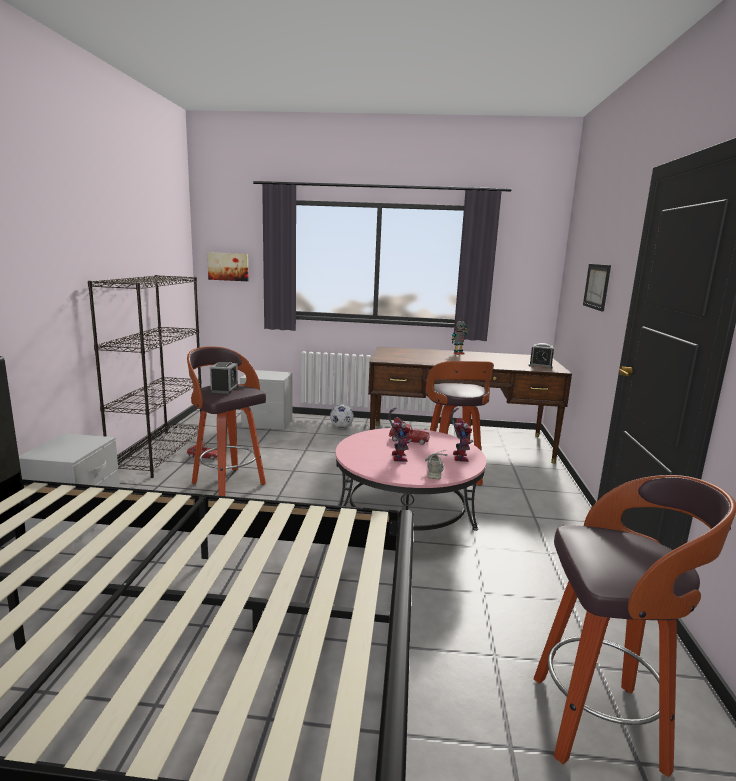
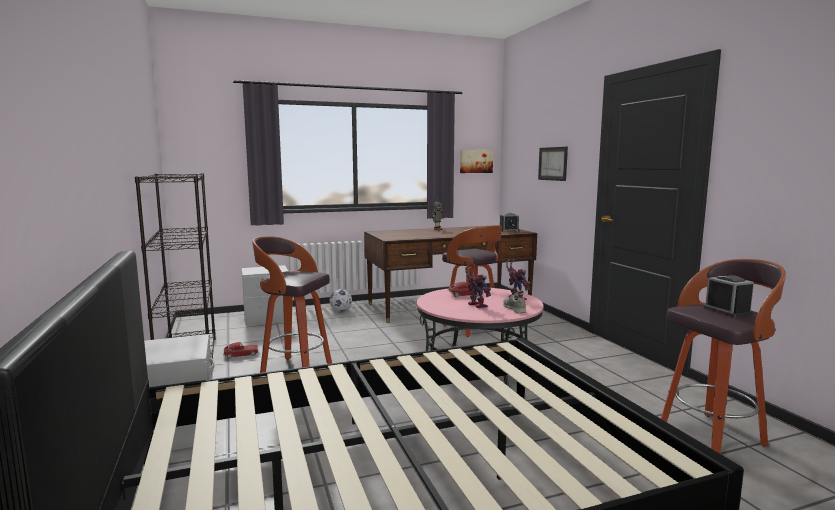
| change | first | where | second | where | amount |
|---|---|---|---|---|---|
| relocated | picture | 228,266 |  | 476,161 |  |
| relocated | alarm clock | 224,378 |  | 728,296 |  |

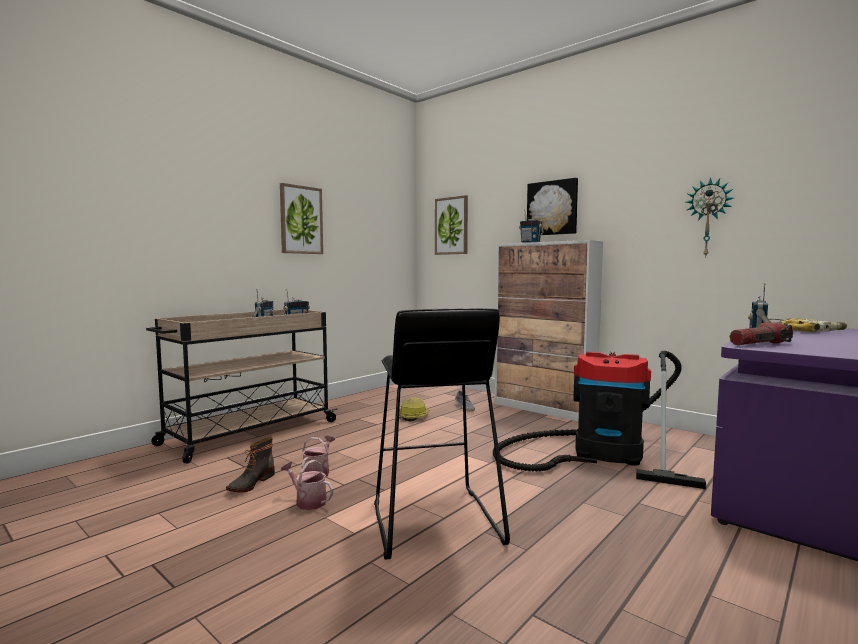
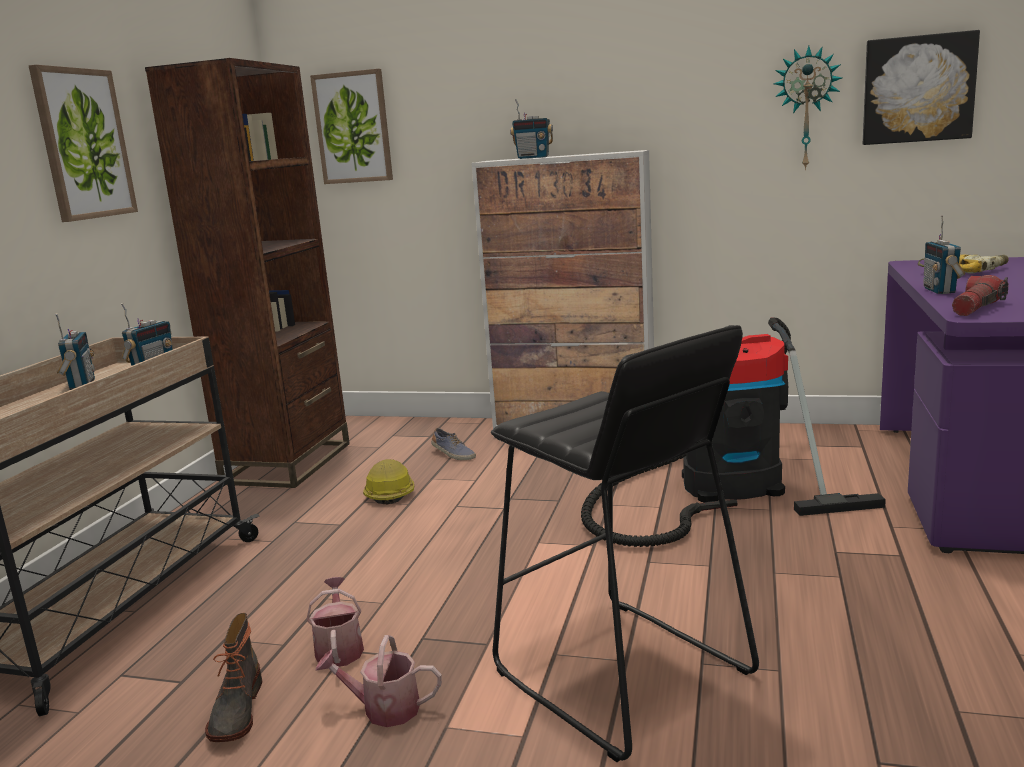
| change | first | where | second | where | amount |
|---|---|---|---|---|---|
| appeared |  |  | brown bookcase | 247,273 |  |
| relocated | picture | 552,206 |  | 921,87 |  |

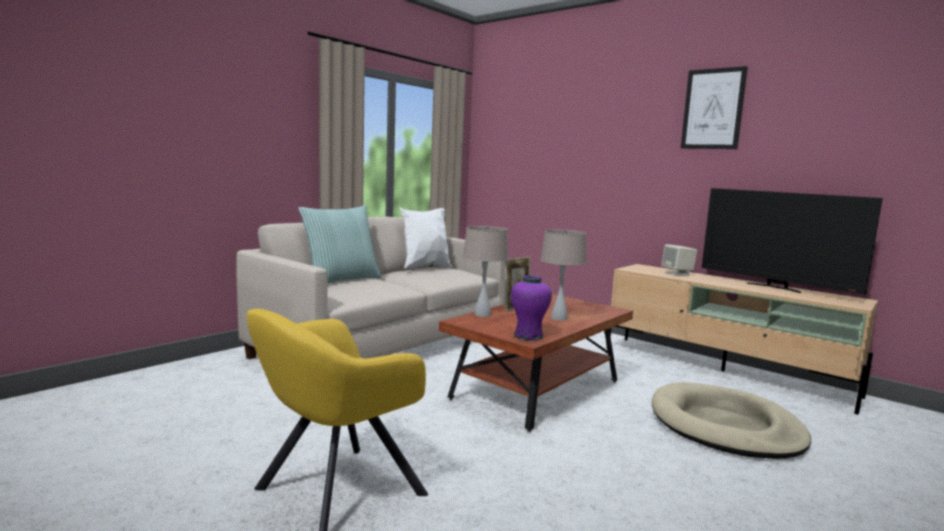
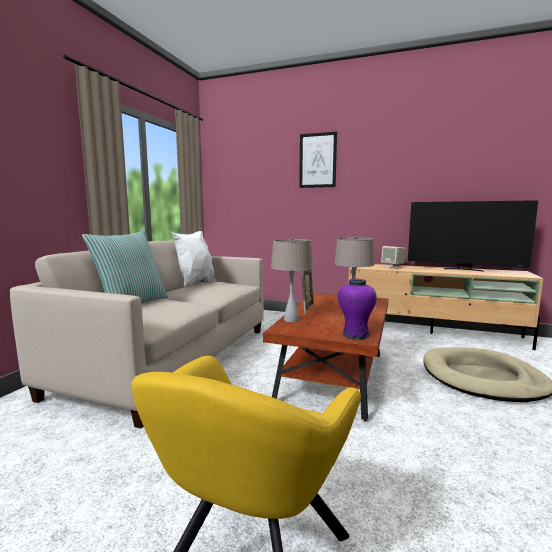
| change | first | where | second | where | amount |
|---|---|---|---|---|---|
| relocated | picture | 714,107 |  | 318,160 |  |

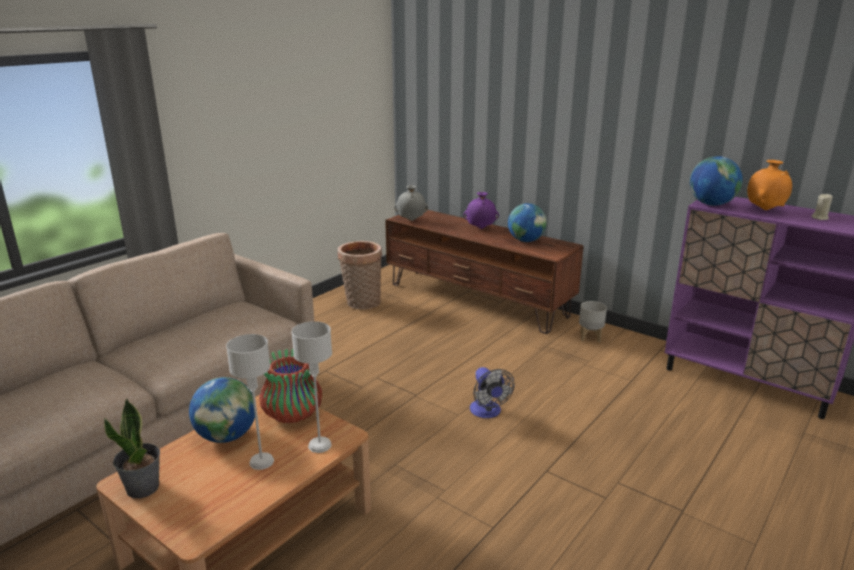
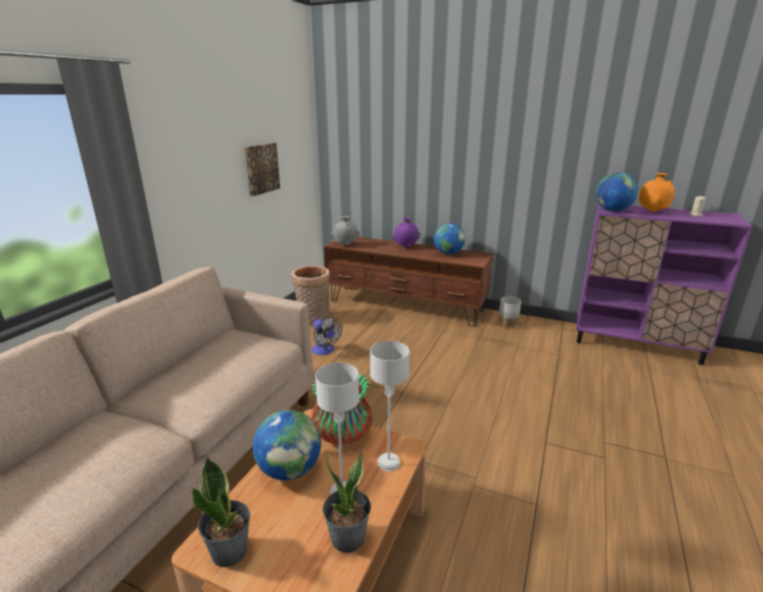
| change | first | where | second | where | amount |
|---|---|---|---|---|---|
| appeared |  |  | picture | 262,169 |  |
| relocated | fan | 492,392 |  | 327,336 |  |
| appeared |  |  | potted plant | 347,500 |  |

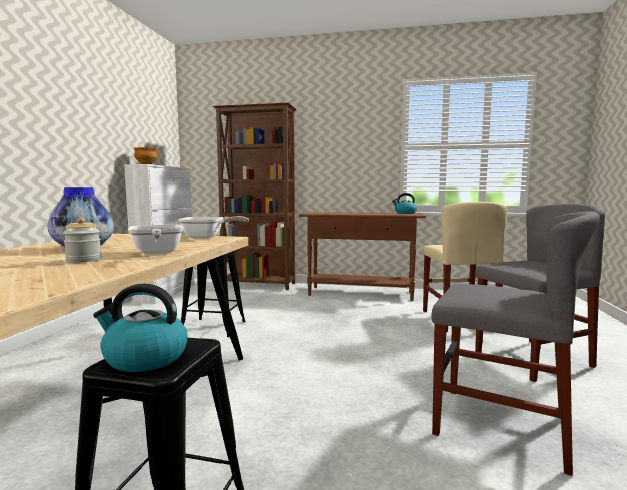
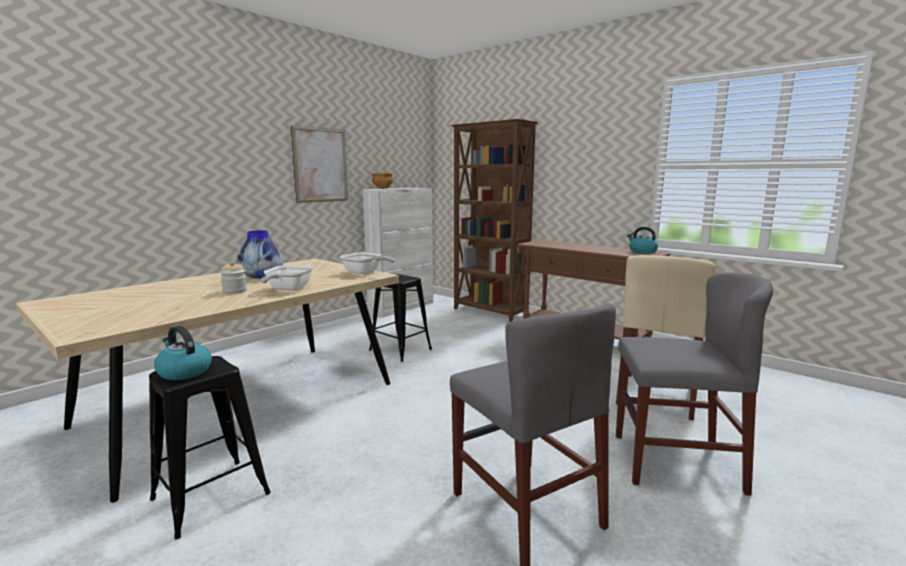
| change | first | where | second | where | amount |
|---|---|---|---|---|---|
| appeared |  |  | picture | 319,164 |  |

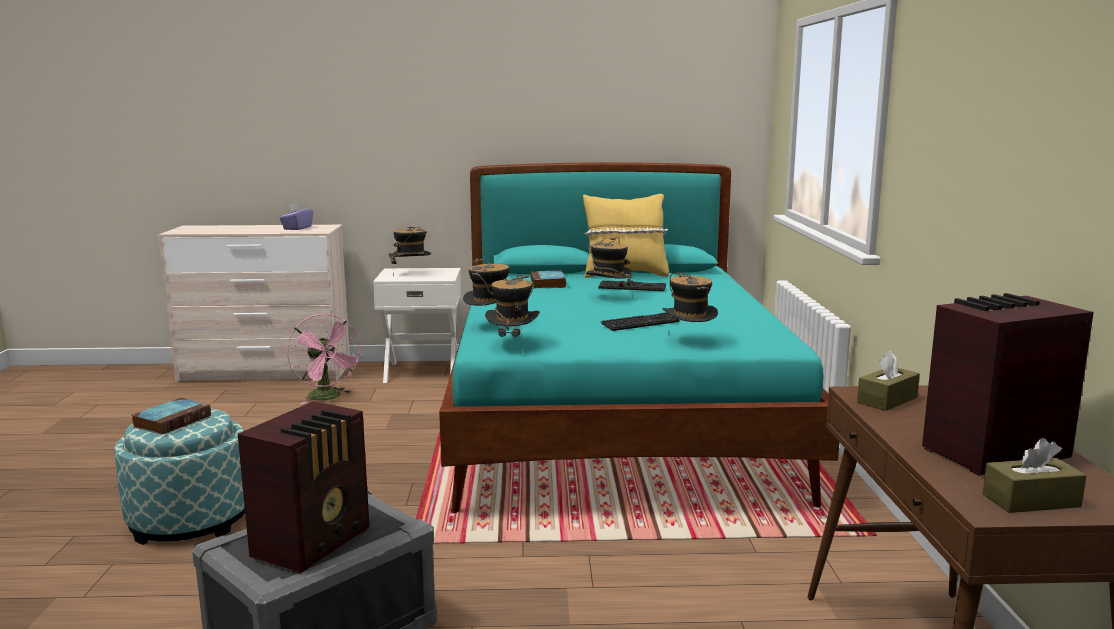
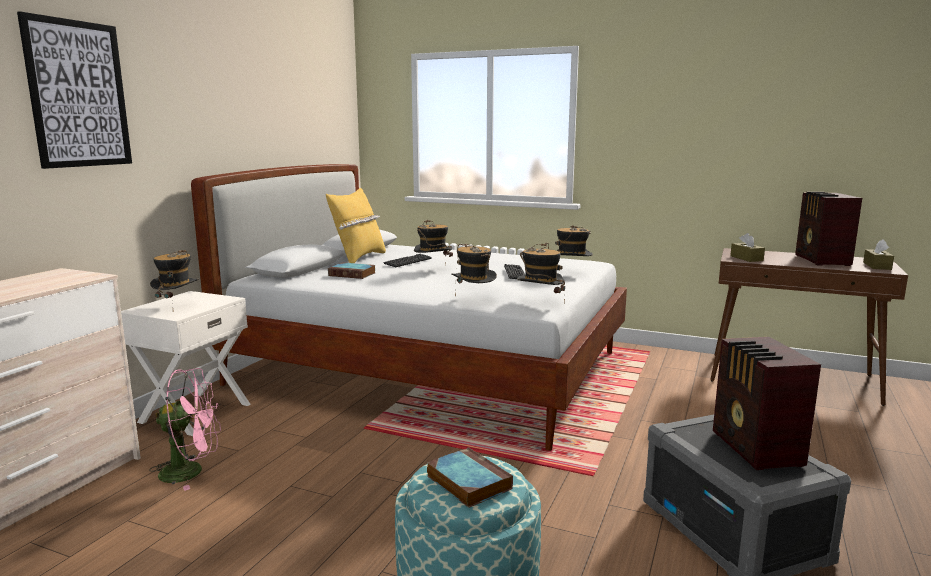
| change | first | where | second | where | amount |
|---|---|---|---|---|---|
| appeared |  |  | picture | 74,90 |  |
| colour | turquoise bed | 639,337 | white bed | 409,307 |  |
| spun | radio | 303,487 |  | 767,403 | 150 degrees counterclockwise |
| missing | purple tissue box | 296,216 |  |  |  |

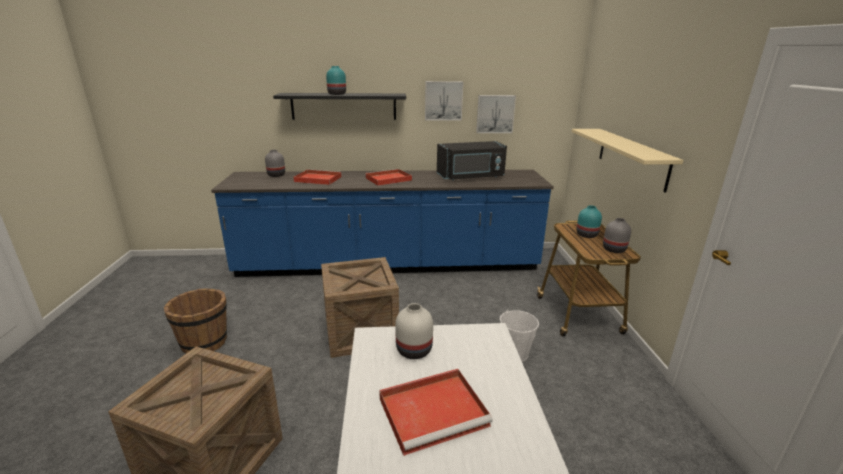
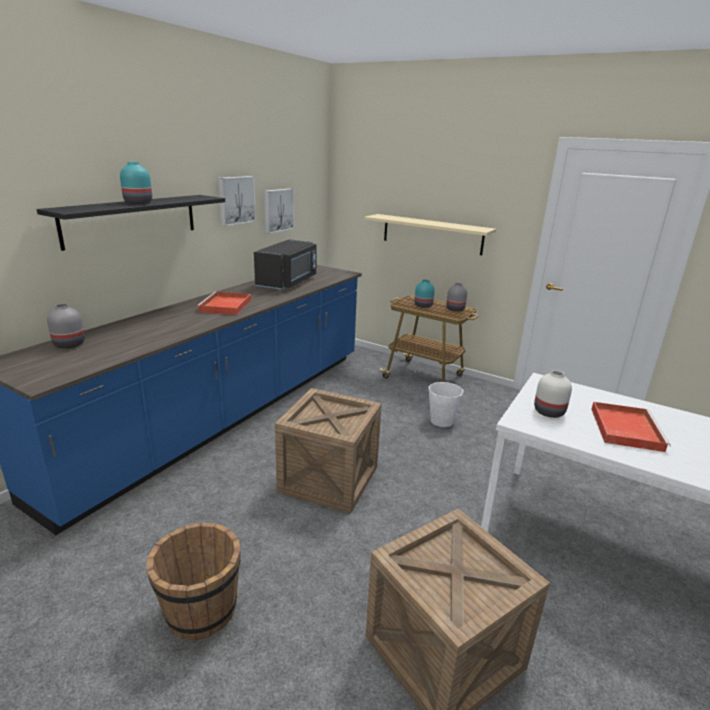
| change | first | where | second | where | amount |
|---|---|---|---|---|---|
| missing | red tray | 318,177 |  |  |  |

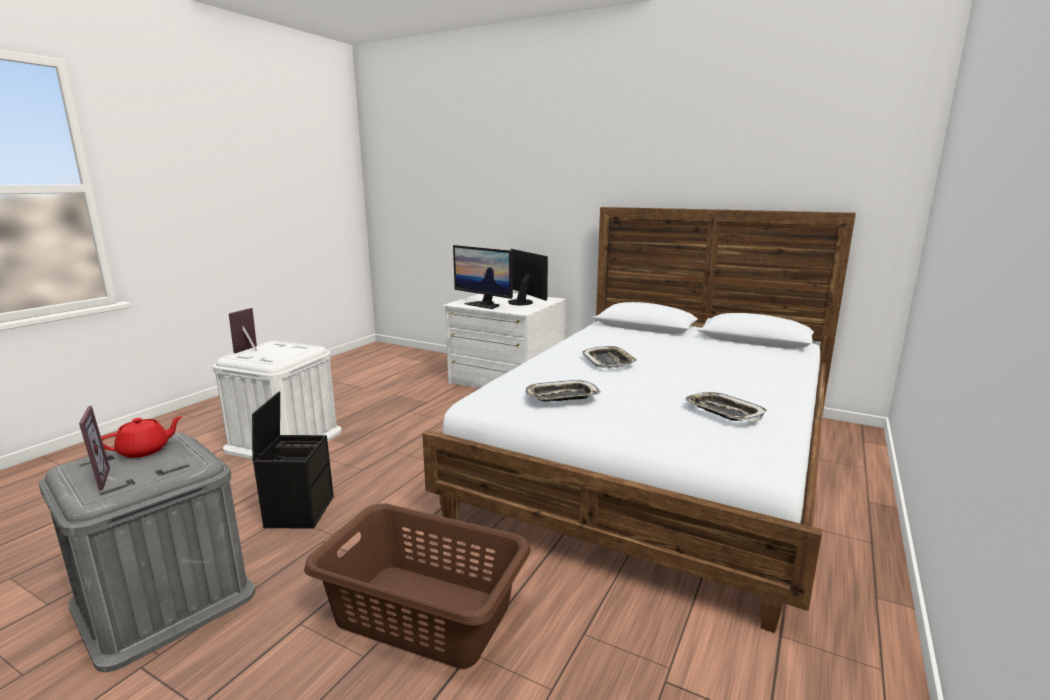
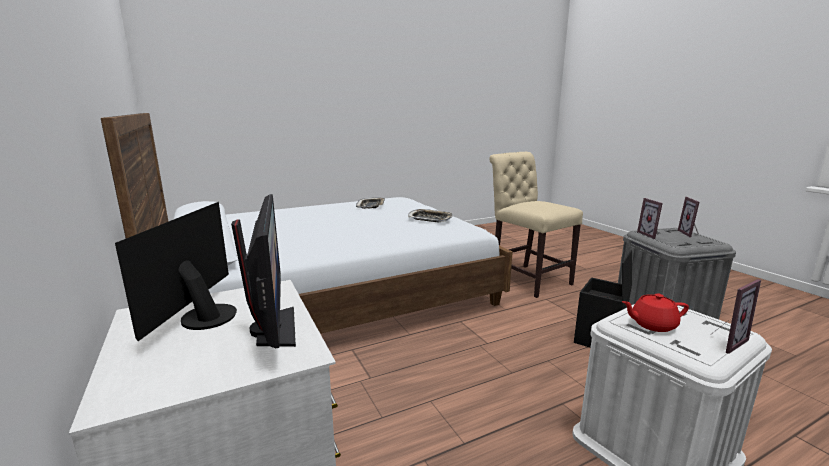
| change | first | where | second | where | amount |
|---|---|---|---|---|---|
| exchanged | brown laundry basket | 417,586 | beige chair | 536,225 |  |
| relocated | red teapot | 142,437 |  | 655,312 |  |
| appeared |  |  | picture frame | 650,218 |  |
| missing | tray | 609,357 |  |  |  |

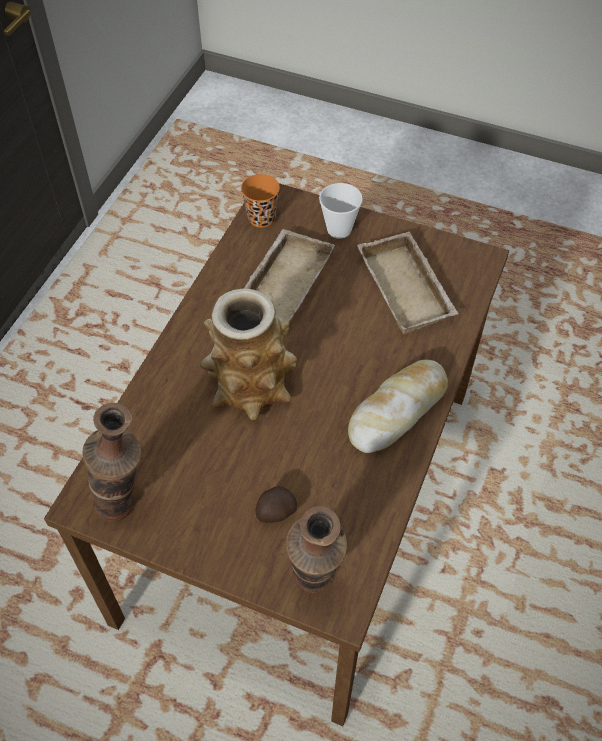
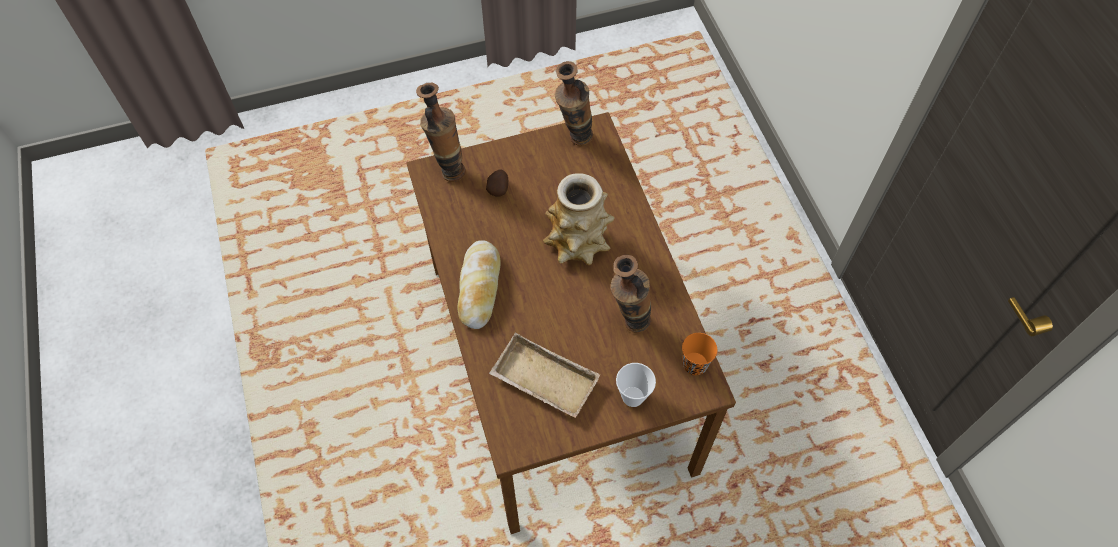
| change | first | where | second | where | amount |
|---|---|---|---|---|---|
| exchanged | beige tray | 289,275 | vase | 630,294 |  |

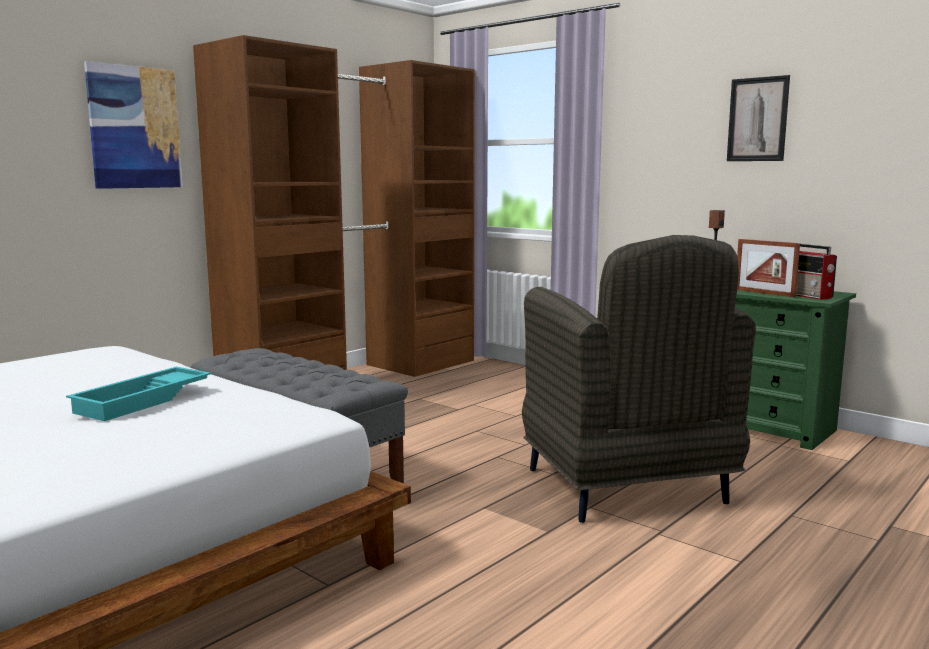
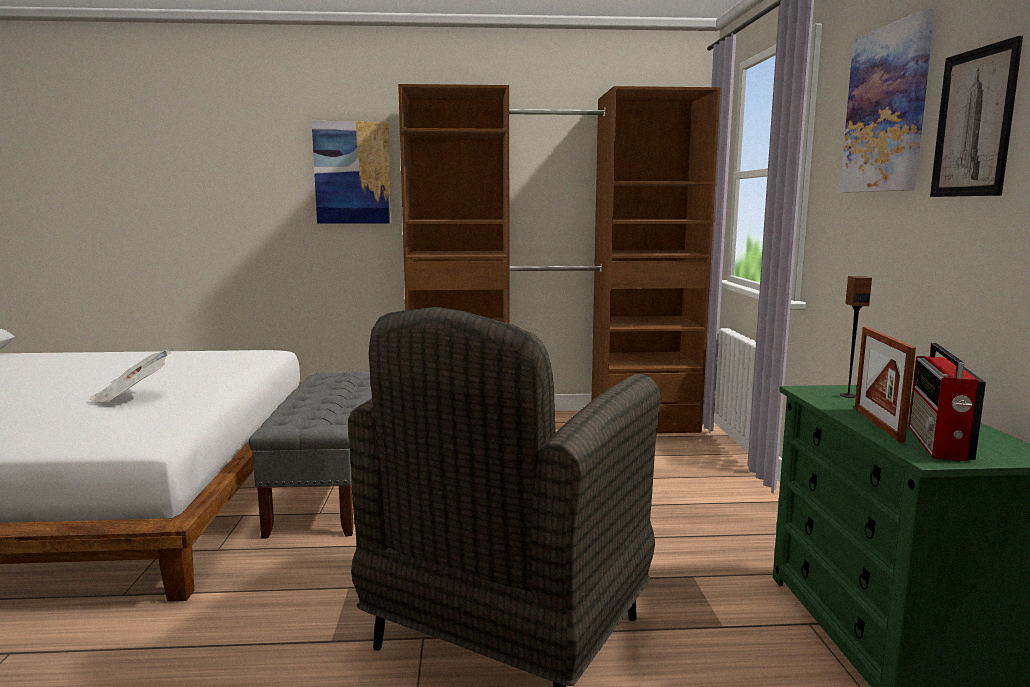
| change | first | where | second | where | amount |
|---|---|---|---|---|---|
| exchanged | turquoise tray | 138,394 | newspaper | 130,376 |  |
| appeared |  |  | picture | 887,100 |  |

